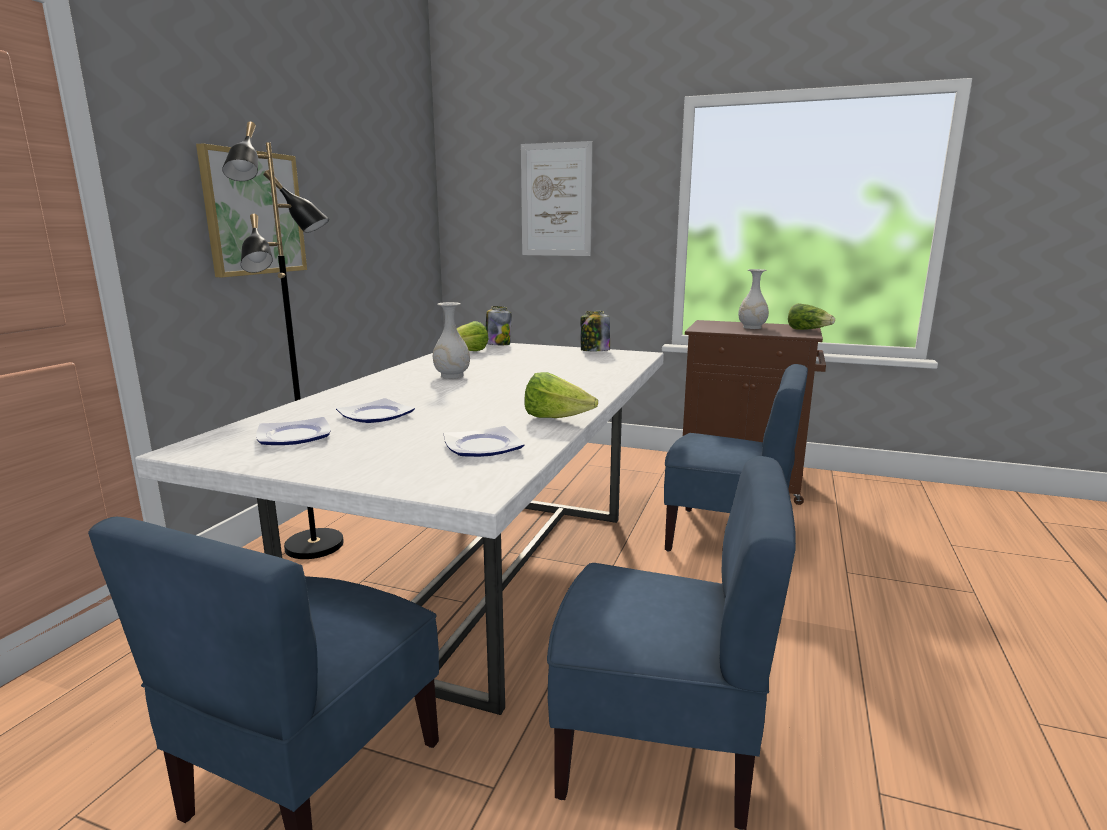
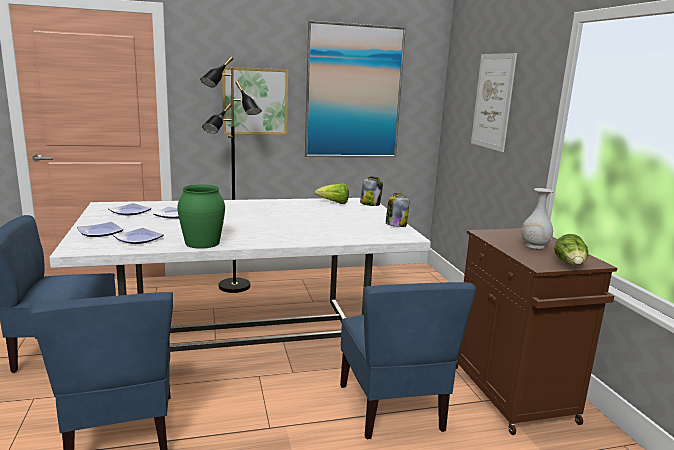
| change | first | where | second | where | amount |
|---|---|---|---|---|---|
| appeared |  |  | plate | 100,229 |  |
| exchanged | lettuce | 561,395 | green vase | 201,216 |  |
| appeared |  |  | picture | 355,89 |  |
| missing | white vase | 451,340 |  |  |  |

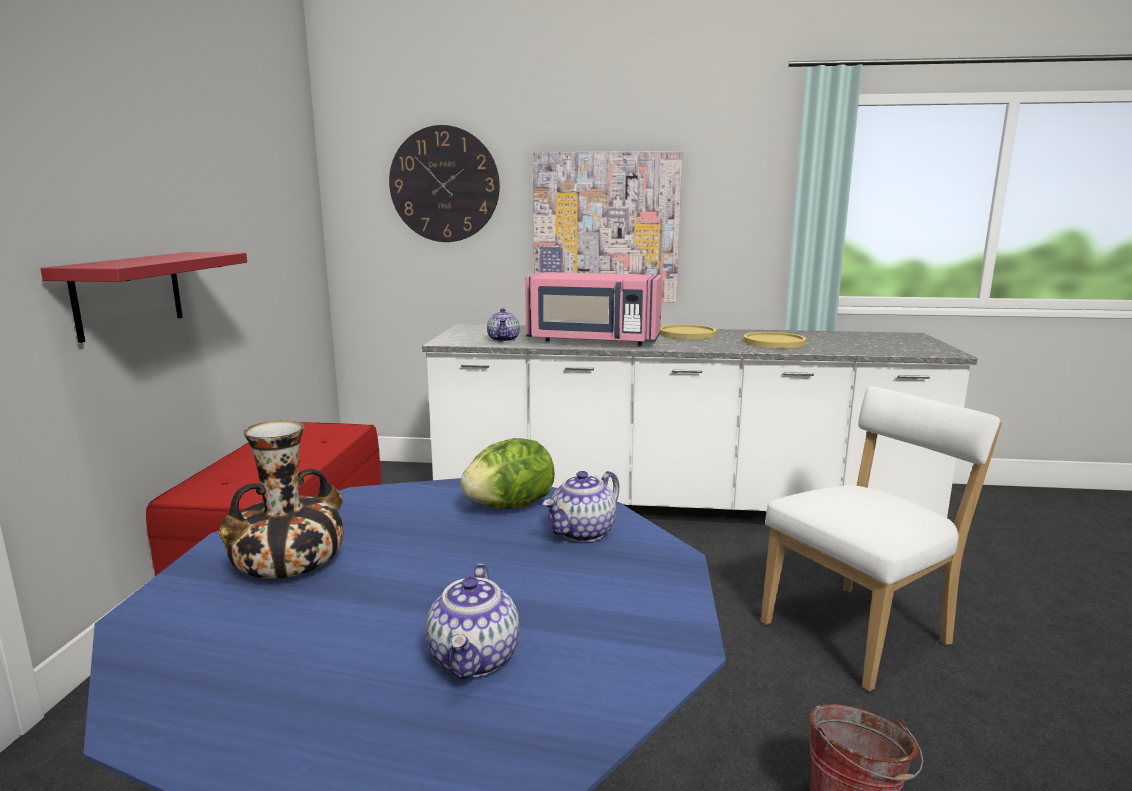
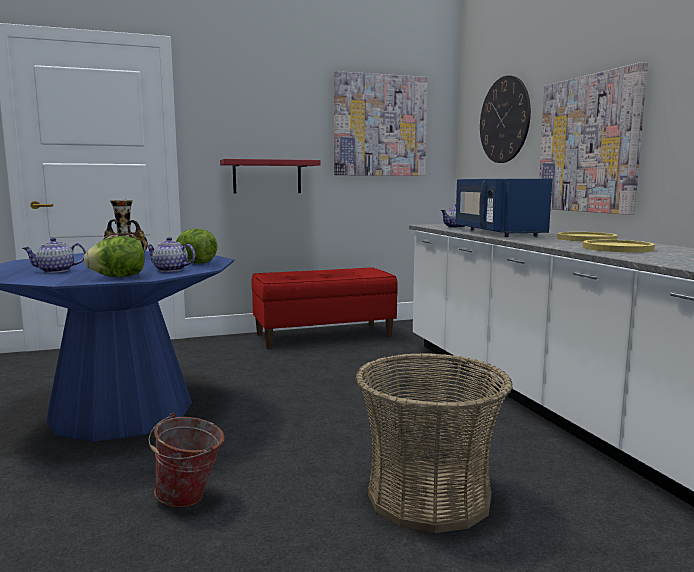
| change | first | where | second | where | amount |
|---|---|---|---|---|---|
| appeared |  |  | lettuce | 114,256 |  |
| appeared |  |  | picture | 381,123 |  |
| exchanged | white chair | 881,539 | basket | 434,443 |  |
| colour | pink microwave | 593,309 | blue microwave | 504,208 |  |

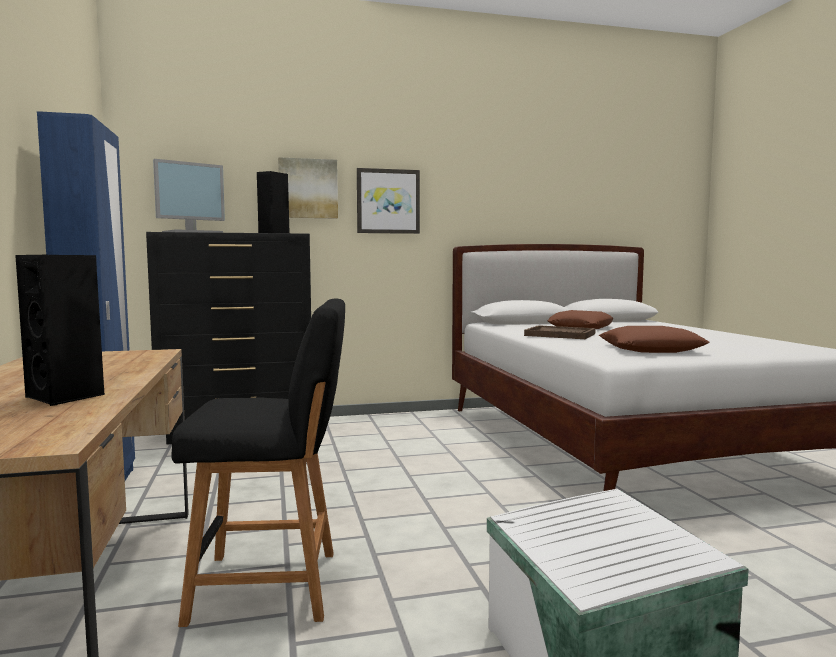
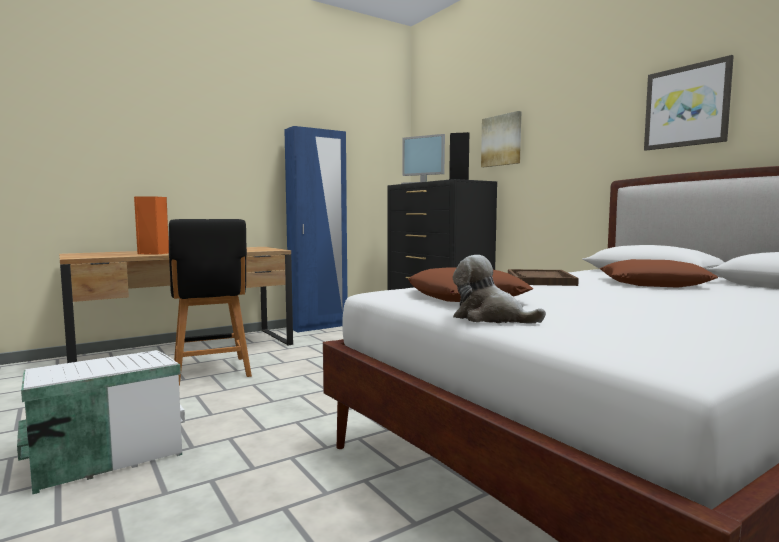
| change | first | where | second | where | amount |
|---|---|---|---|---|---|
| colour | black speaker | 60,330 | orange speaker | 151,226 |  |
| appeared |  |  | plush toy | 499,289 |  |
| relocated | picture | 388,201 |  | 689,103 |  |

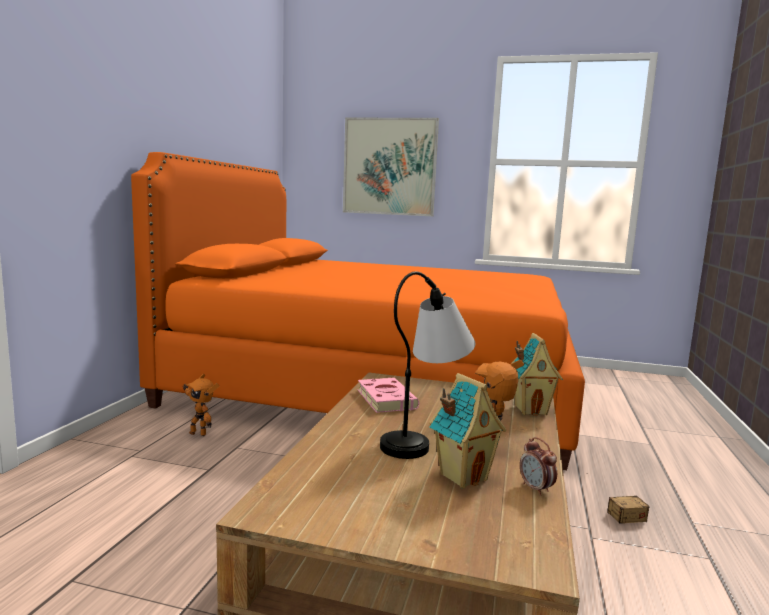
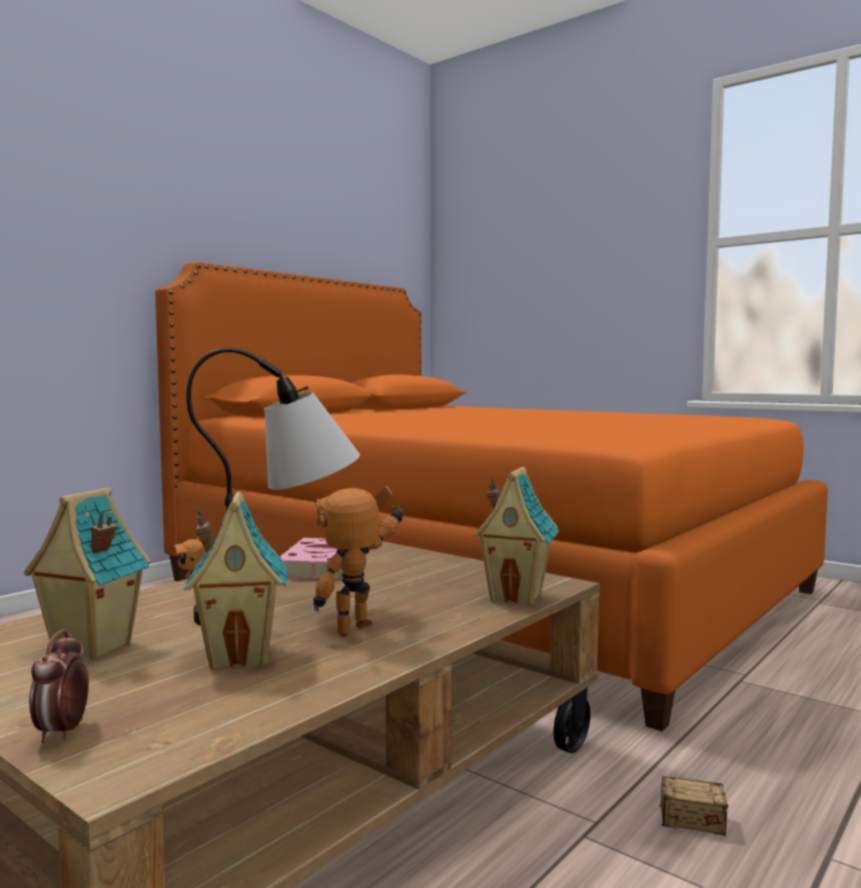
| change | first | where | second | where | amount |
|---|---|---|---|---|---|
| appeared |  |  | toy house | 87,573 |  |
| relocated | alarm clock | 538,466 |  | 59,686 |  |
| missing | picture | 391,167 |  |  |  |

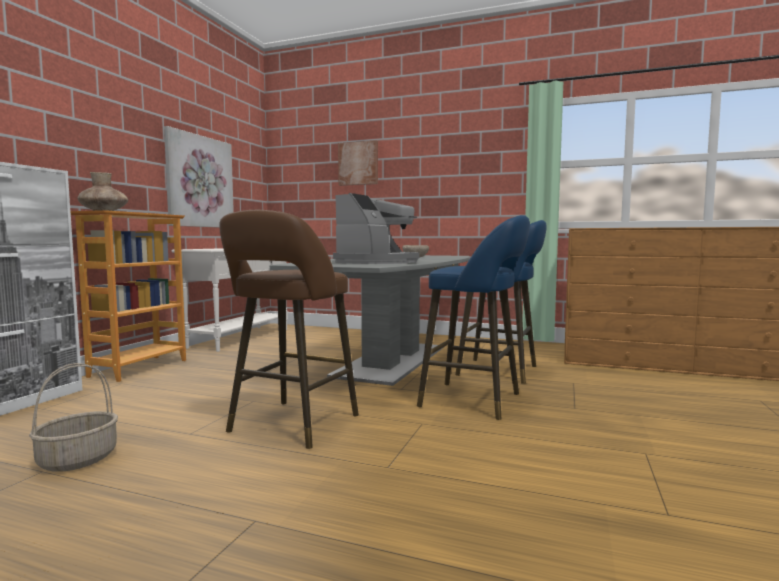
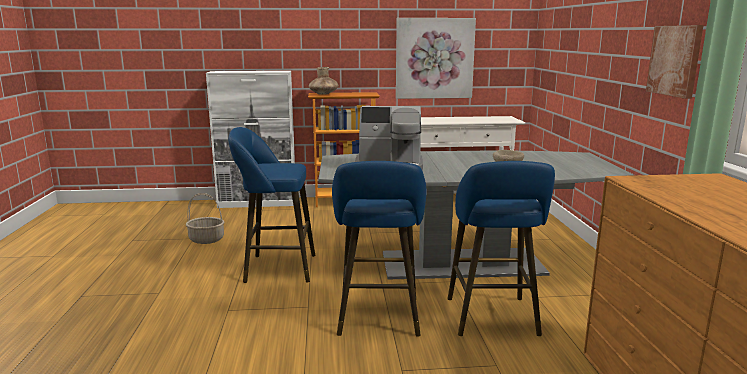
| change | first | where | second | where | amount |
|---|---|---|---|---|---|
| colour | brown stool | 289,329 | blue stool | 271,205 |  |
| relocated | picture | 358,163 |  | 674,62 |  |

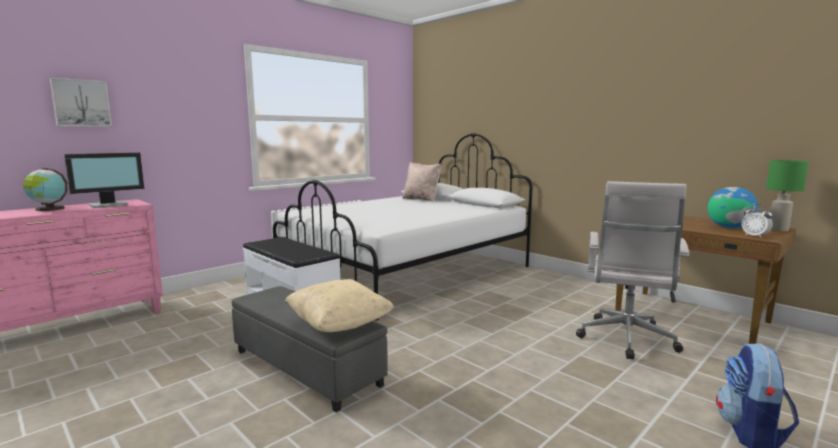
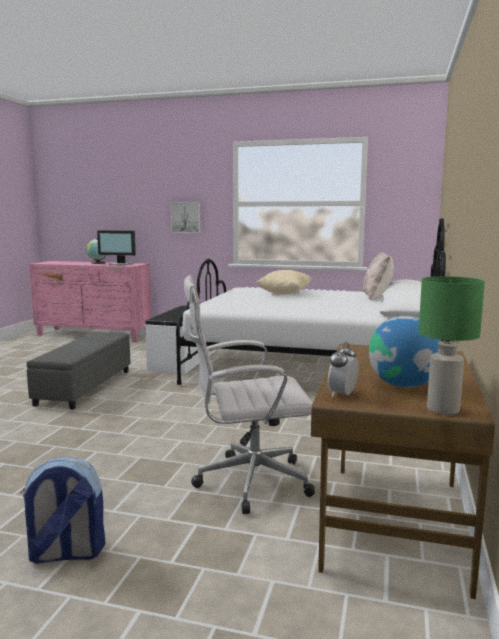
| change | first | where | second | where | amount |
|---|---|---|---|---|---|
| relocated | picture | 81,102 |  | 185,217 |  |
| relocated | beige pillow | 339,305 |  | 284,282 |  |

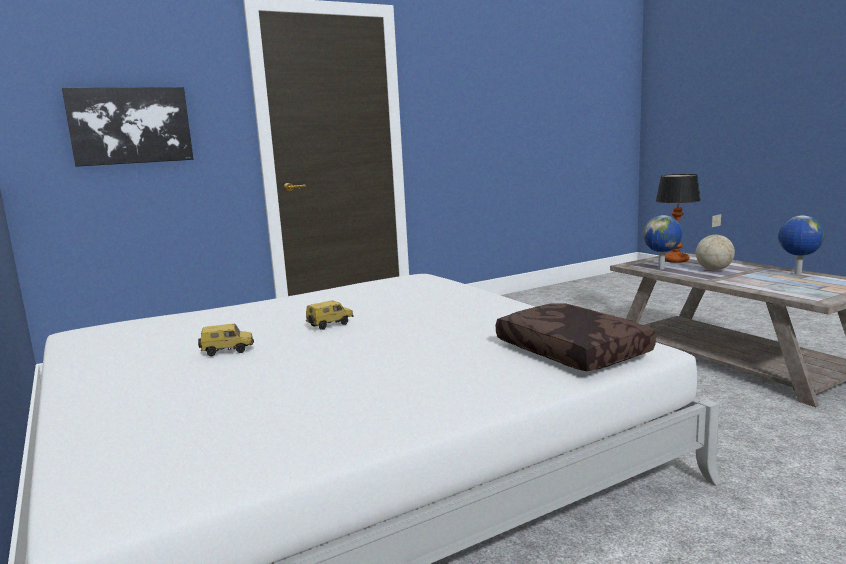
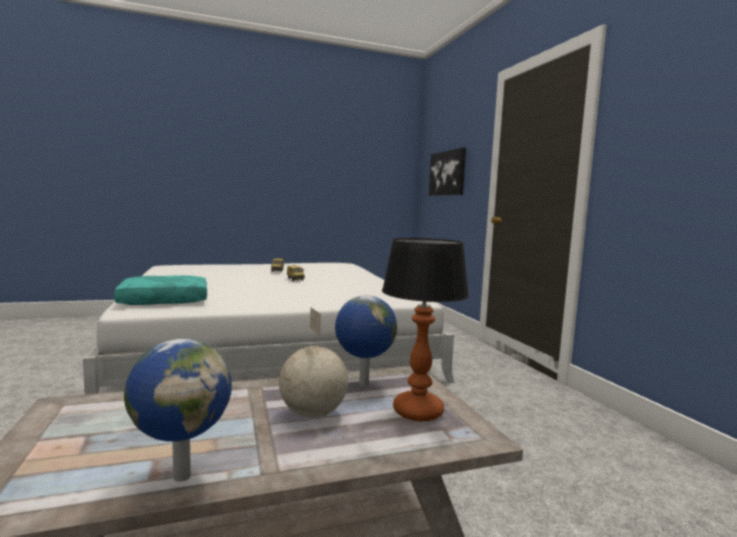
| change | first | where | second | where | amount |
|---|---|---|---|---|---|
| colour | brown pillow | 576,337 | turquoise pillow | 160,290 |  |

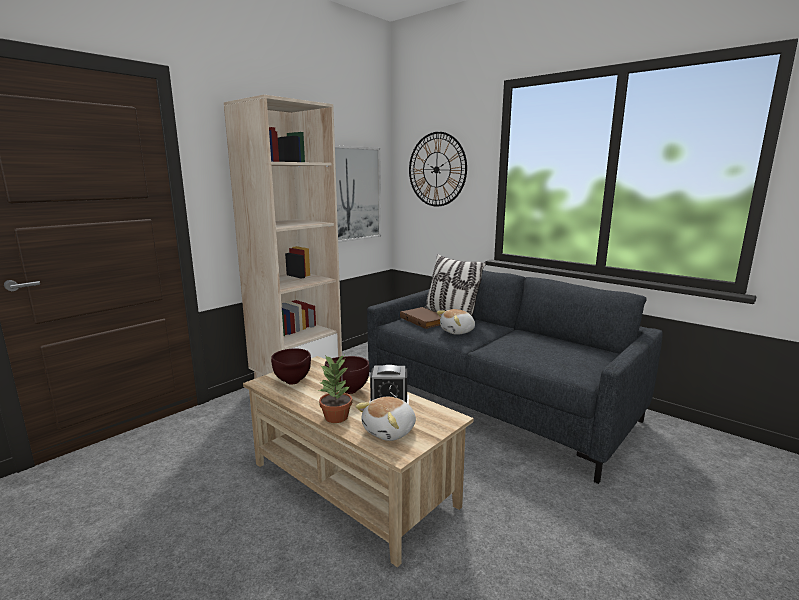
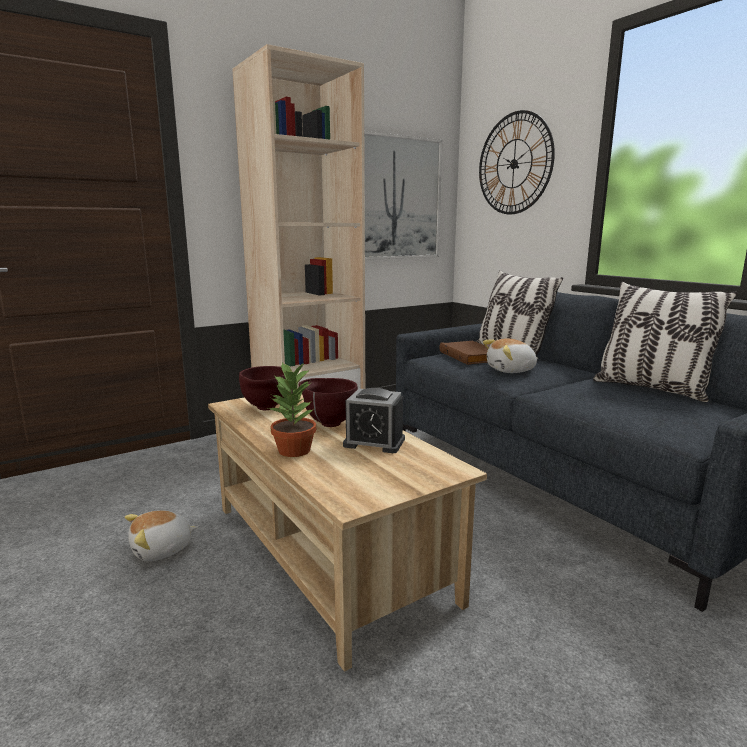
| change | first | where | second | where | amount |
|---|---|---|---|---|---|
| relocated | plush toy | 385,419 |  | 161,535 |  |
| appeared |  |  | pillow | 665,342 |  |

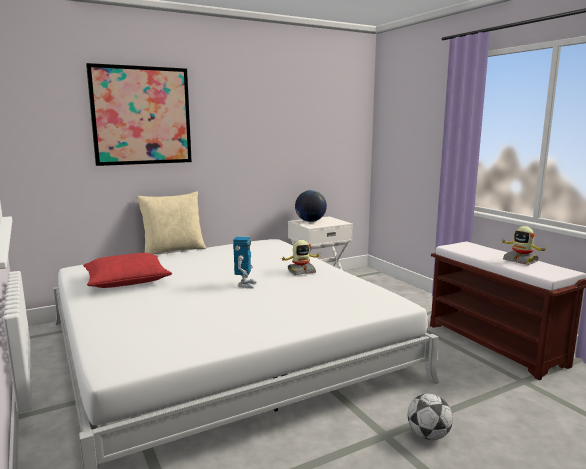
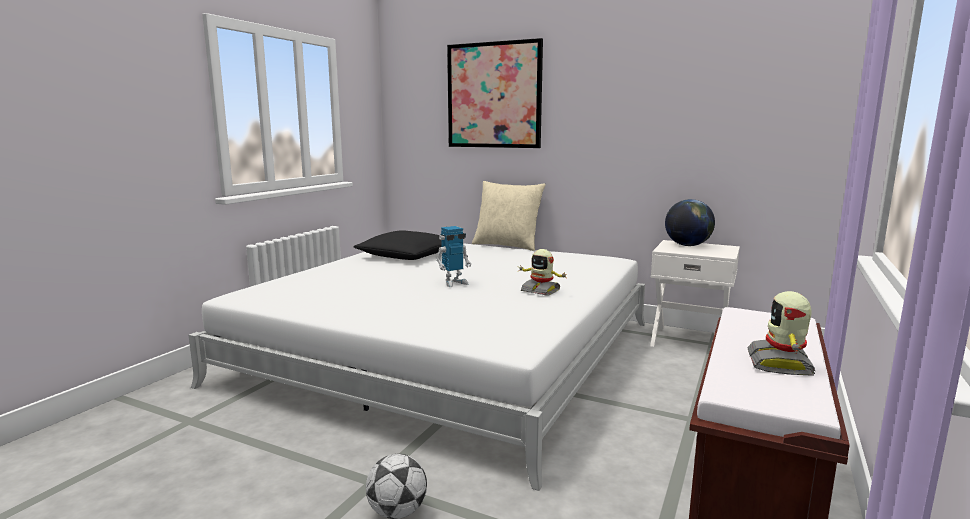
| change | first | where | second | where | amount |
|---|---|---|---|---|---|
| colour | red pillow | 127,270 | black pillow | 398,245 |  |

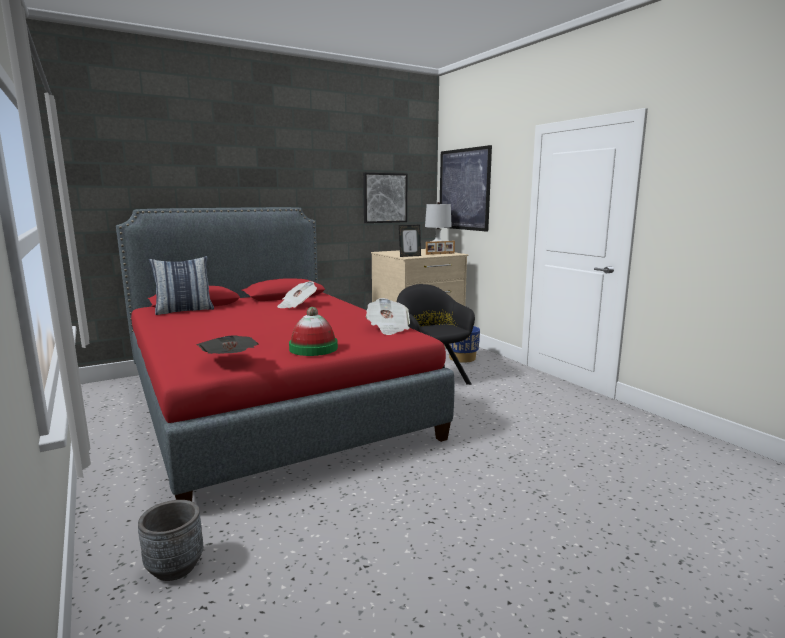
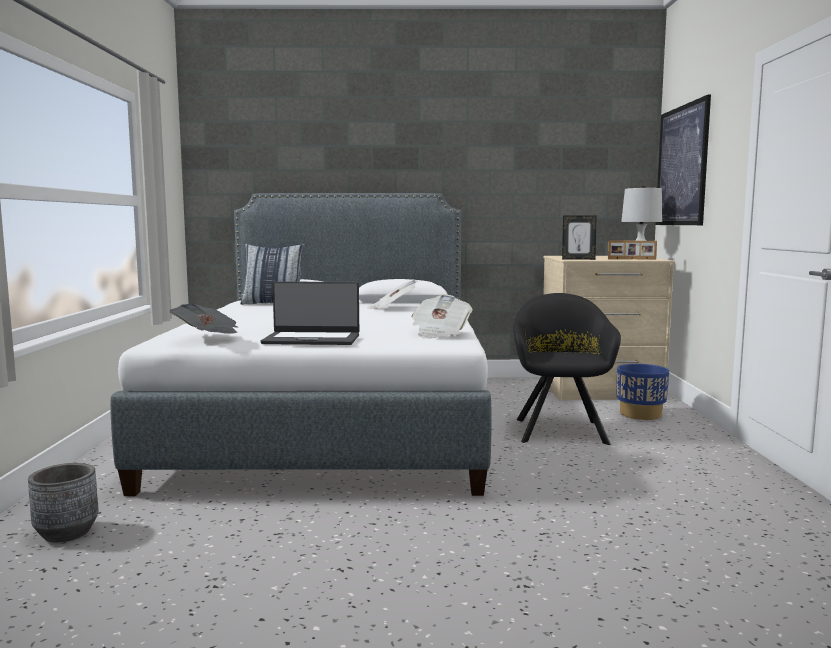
| change | first | where | second | where | amount |
|---|---|---|---|---|---|
| colour | red bed | 285,354 | white bed | 301,344 |  |
| exchanged | hat | 313,331 | laptop | 310,313 |  |
| missing | picture | 385,198 |  |  |  |

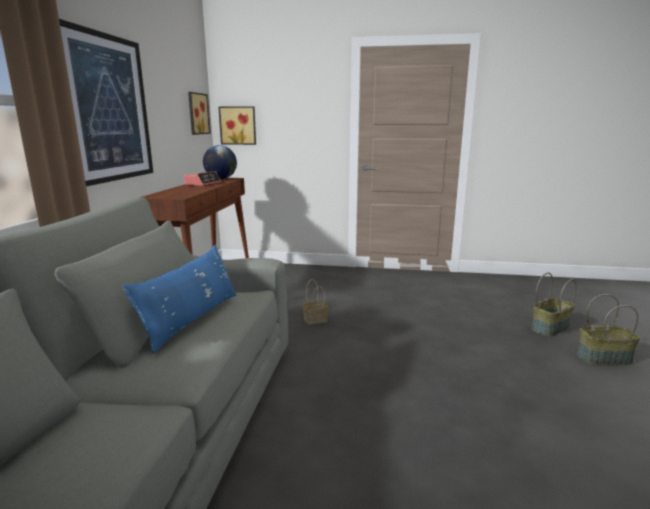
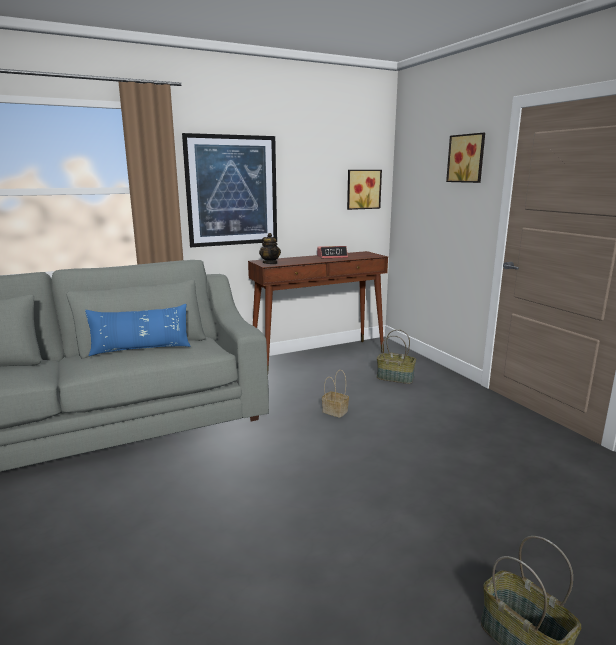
| change | first | where | second | where | amount |
|---|---|---|---|---|---|
| appeared |  |  | teapot | 270,248 |  |
| relocated | basket | 553,304 |  | 396,357 |  |
| relocated | picture | 237,125 |  | 465,158 |  |
| missing | globe | 220,162 |  |  |  |

